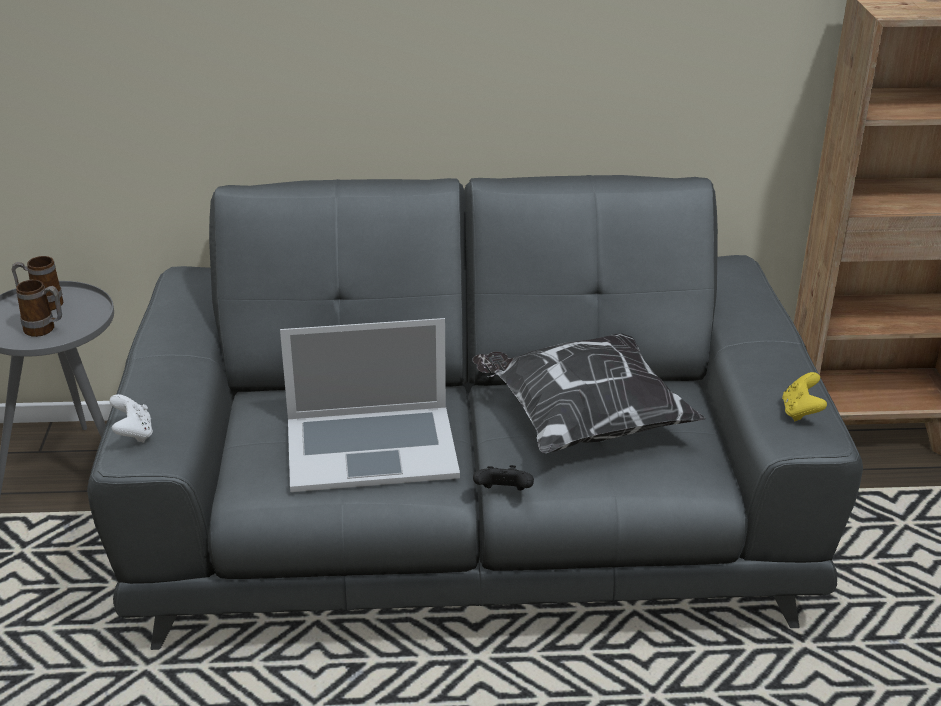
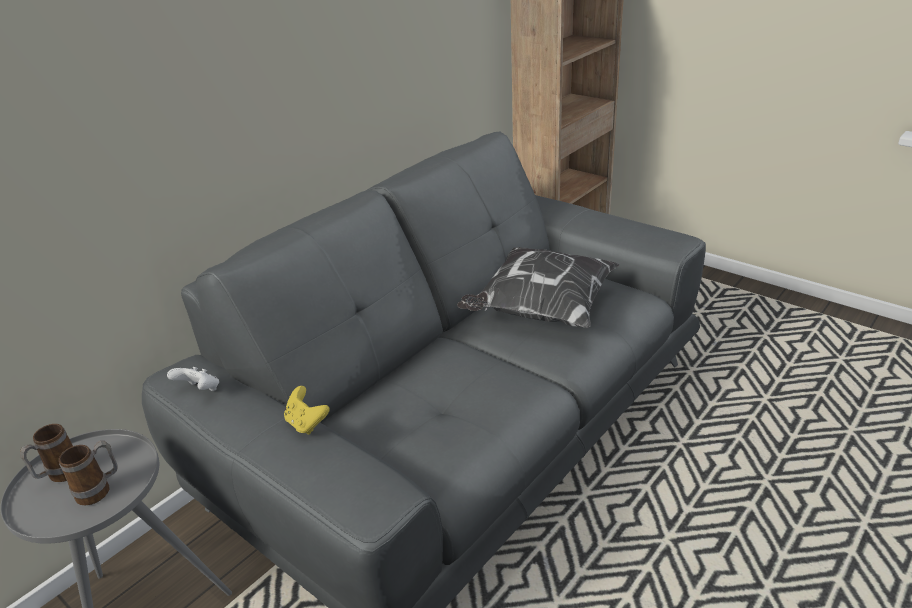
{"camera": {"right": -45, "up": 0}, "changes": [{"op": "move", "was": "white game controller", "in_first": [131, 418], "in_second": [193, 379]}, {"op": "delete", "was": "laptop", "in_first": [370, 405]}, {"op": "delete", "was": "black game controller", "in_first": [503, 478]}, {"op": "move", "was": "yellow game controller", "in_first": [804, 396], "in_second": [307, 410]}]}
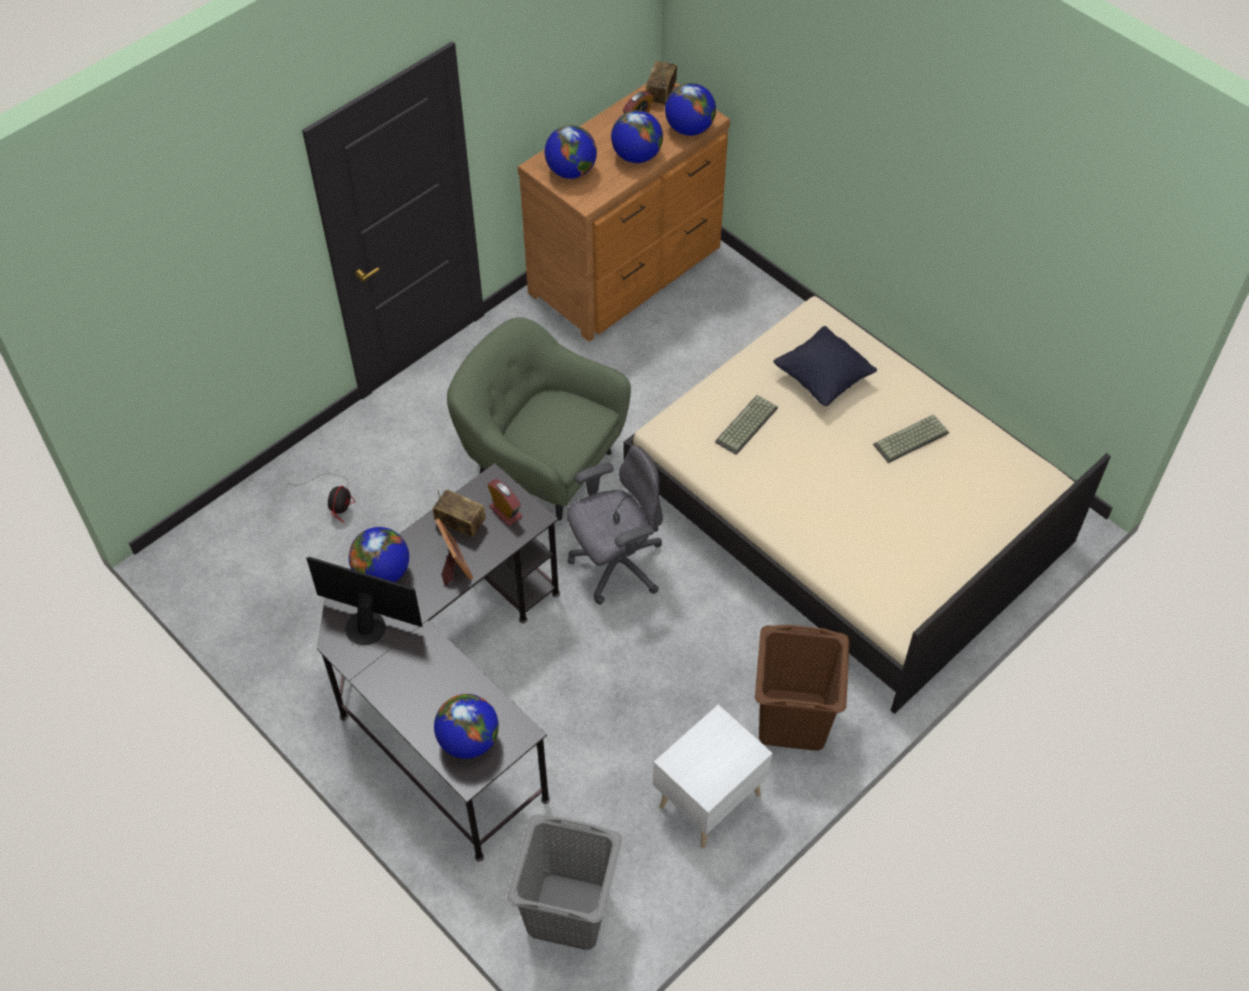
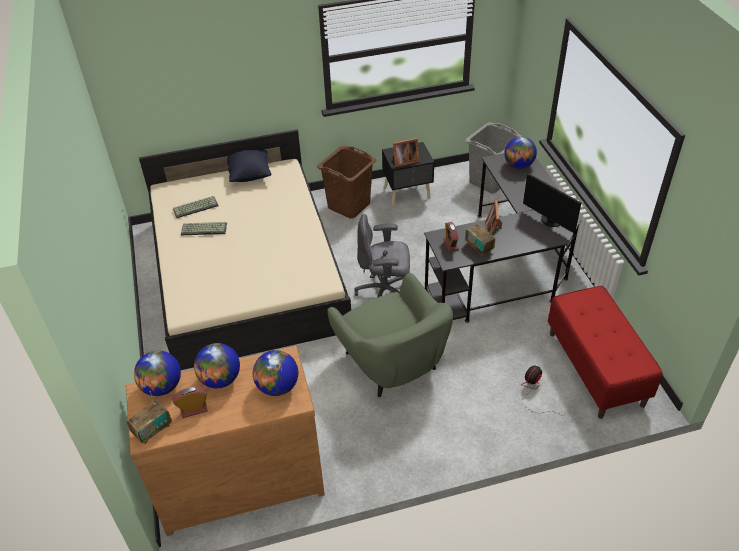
{"camera": {"right": -150, "up": -10}, "changes": [{"op": "delete", "was": "globe", "in_first": [379, 554]}, {"op": "recolor", "was": "white nightstand", "now": "black nightstand", "in_first": [713, 776], "in_second": [408, 174]}, {"op": "move", "was": "keyboard", "in_first": [746, 425], "in_second": [196, 207]}, {"op": "move", "was": "black pillow", "in_first": [825, 366], "in_second": [249, 166]}, {"op": "insert", "now": "picture frame", "in_second": [406, 152]}, {"op": "insert", "now": "red bench", "in_second": [605, 352]}]}
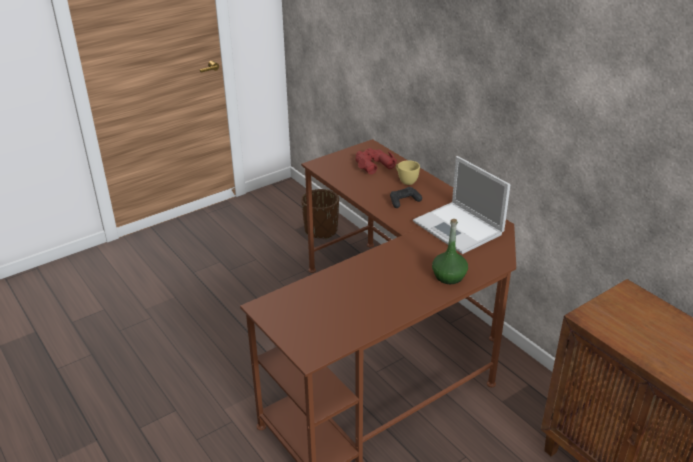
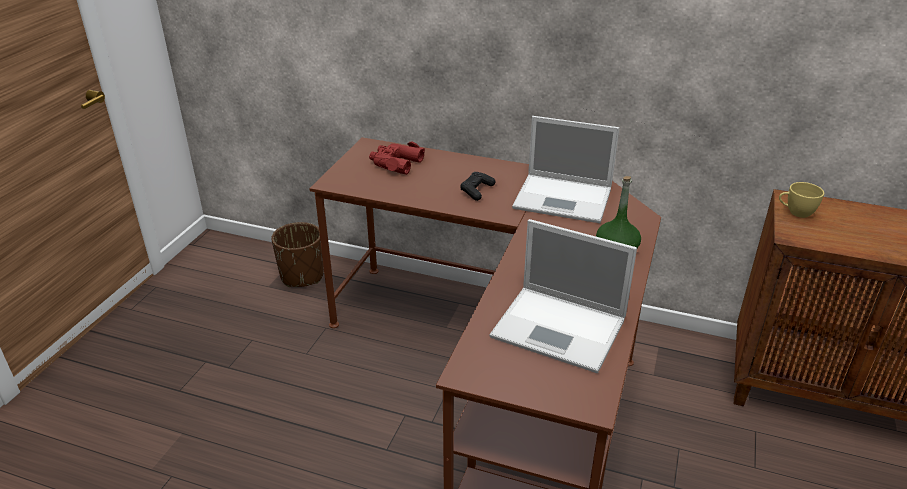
{"camera": {"right": -35, "up": 0}, "changes": [{"op": "move", "was": "yellow cup", "in_first": [408, 172], "in_second": [801, 200]}, {"op": "insert", "now": "laptop", "in_second": [563, 296]}]}
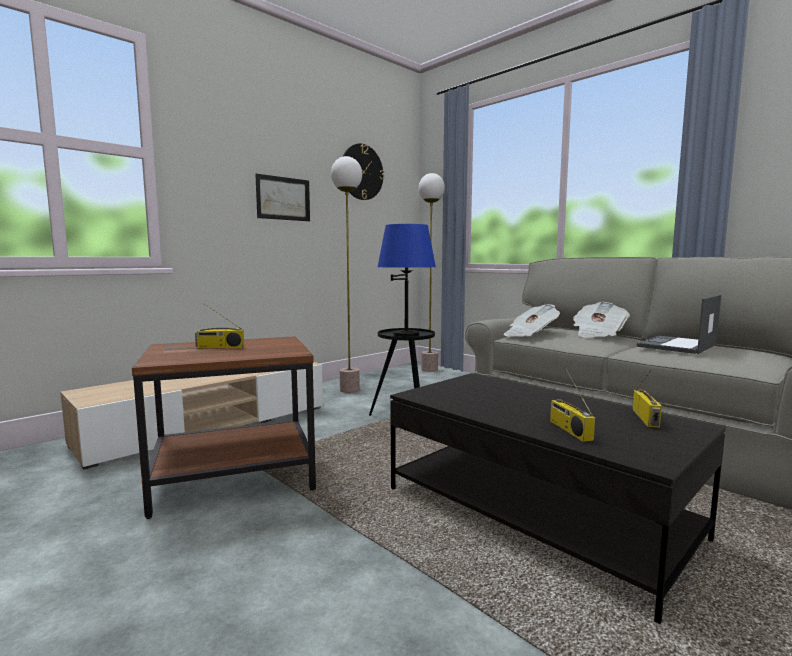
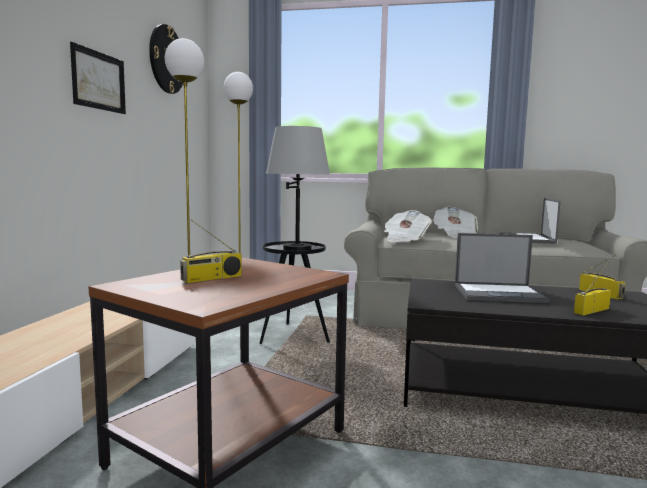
{"camera": {"right": -35, "up": 0}, "changes": [{"op": "recolor", "was": "blue table lamp", "now": "grey table lamp", "in_first": [407, 280], "in_second": [298, 188]}, {"op": "rotate", "was": "radio", "in_first": [572, 405], "in_second": [592, 288], "clockwise": 105}, {"op": "insert", "now": "laptop", "in_second": [502, 268]}]}
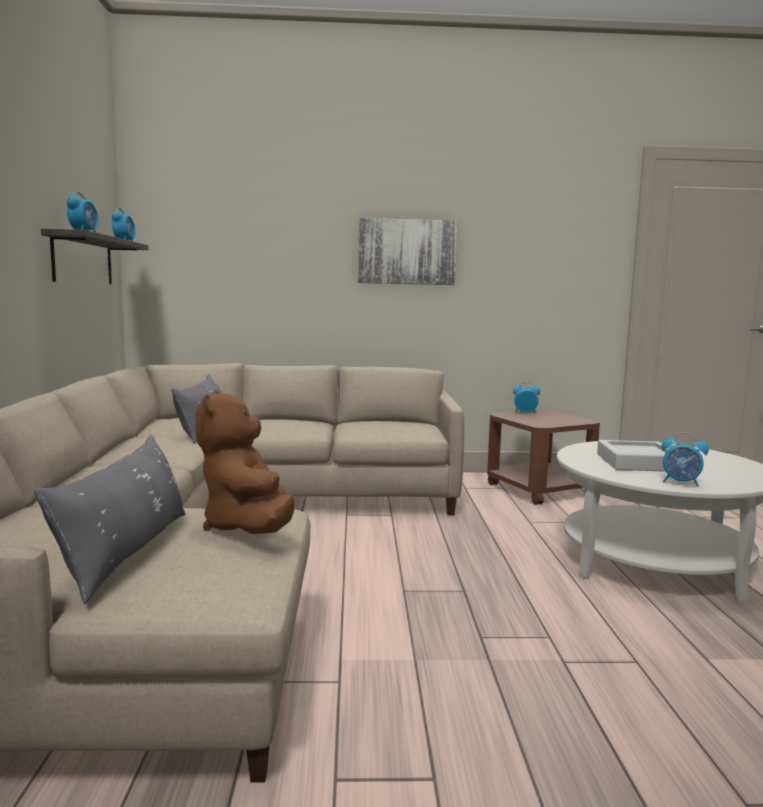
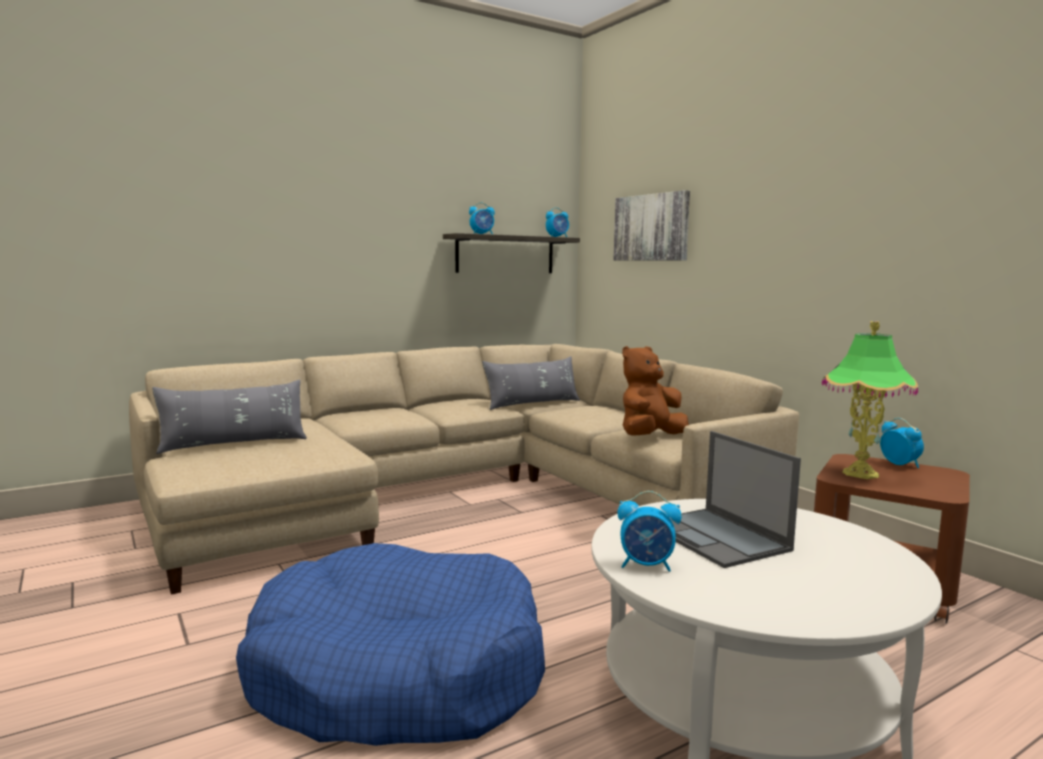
{"camera": {"right": 60, "up": 0}, "changes": [{"op": "move", "was": "brown plush toy", "in_first": [245, 462], "in_second": [655, 391]}, {"op": "move", "was": "picture", "in_first": [408, 251], "in_second": [651, 225]}, {"op": "replace", "was": "grey tray", "now": "laptop", "in_first": [633, 456], "in_second": [736, 499]}, {"op": "rotate", "was": "alarm clock", "in_first": [685, 459], "in_second": [649, 531], "clockwise": -75}, {"op": "insert", "now": "blue dog bed", "in_second": [390, 644]}, {"op": "insert", "now": "table lamp", "in_second": [870, 400]}]}
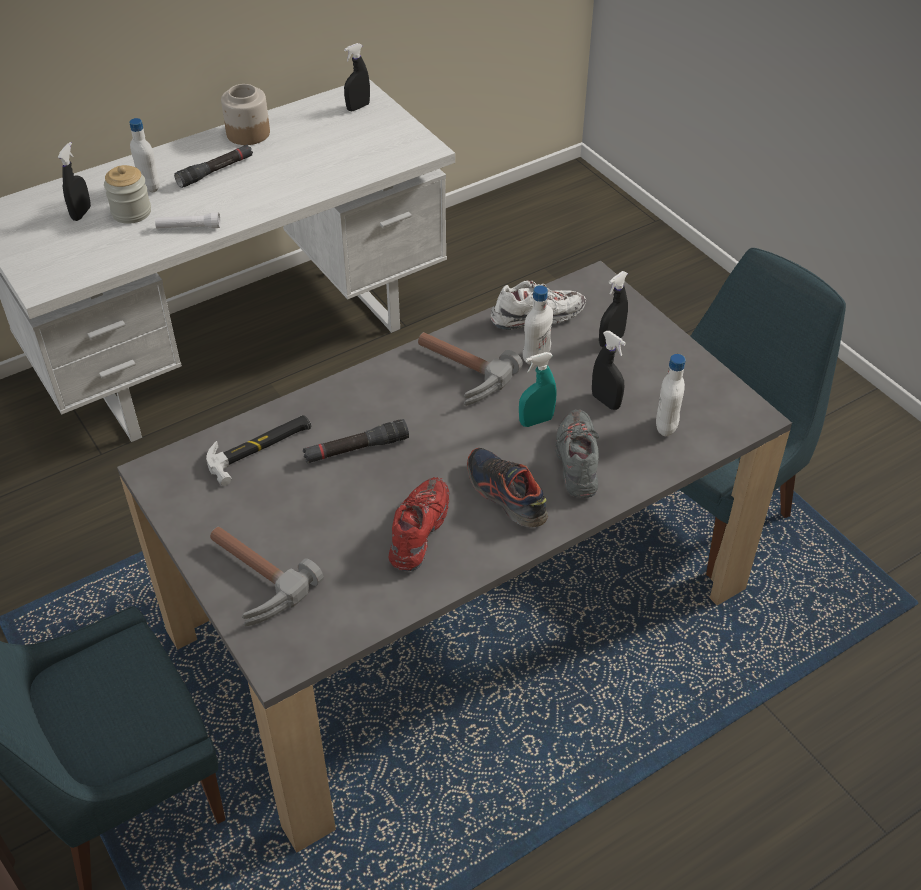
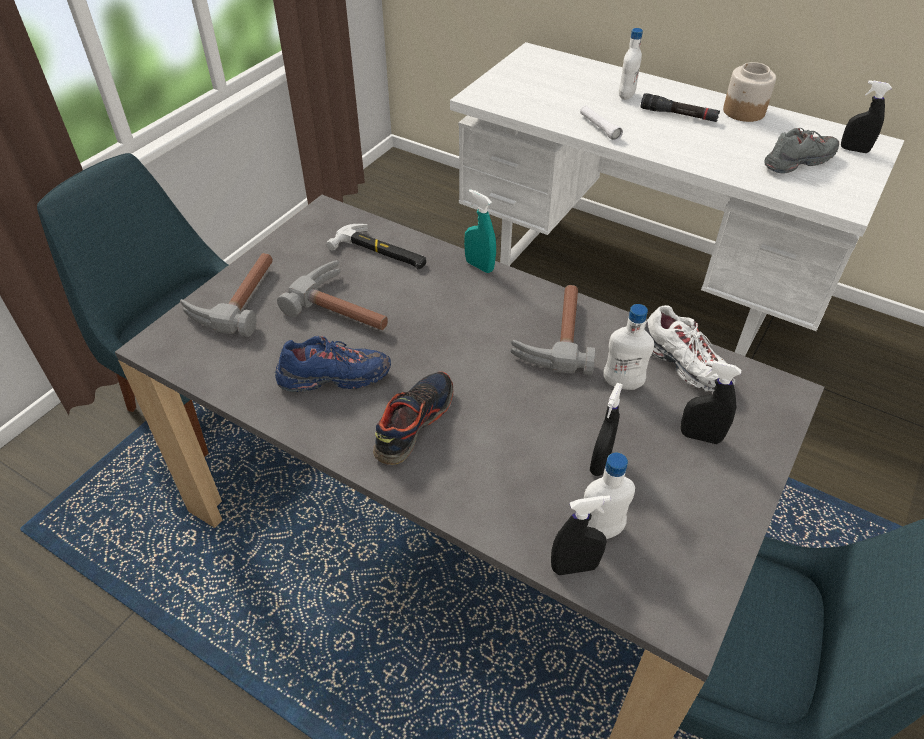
{"camera": {"right": 65, "up": 0}, "changes": [{"op": "move", "was": "black spray bottle", "in_first": [74, 181], "in_second": [581, 535]}, {"op": "delete", "was": "jar", "in_first": [127, 194]}, {"op": "delete", "was": "black flashlight", "in_first": [356, 441]}, {"op": "recolor", "was": "red shoe", "now": "blue shoe", "in_first": [419, 524], "in_second": [333, 364]}, {"op": "move", "was": "turquoise spray bottle", "in_first": [538, 389], "in_second": [480, 231]}, {"op": "move", "was": "grey shoe", "in_first": [577, 453], "in_second": [802, 151]}, {"op": "insert", "now": "hammer", "in_second": [332, 295]}]}
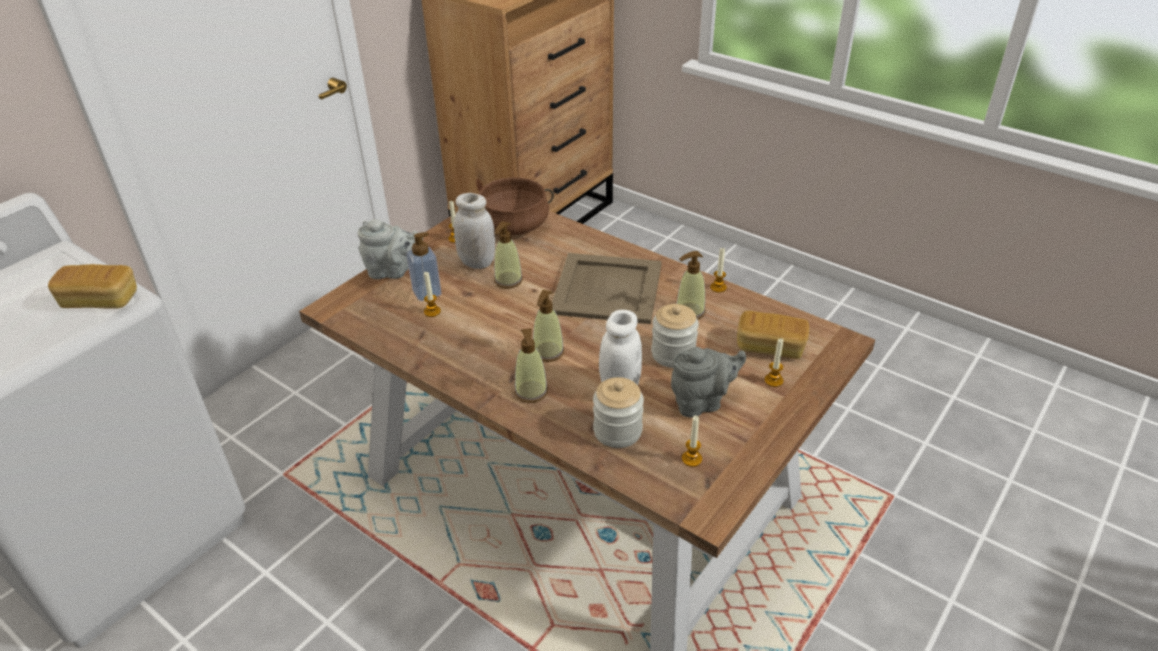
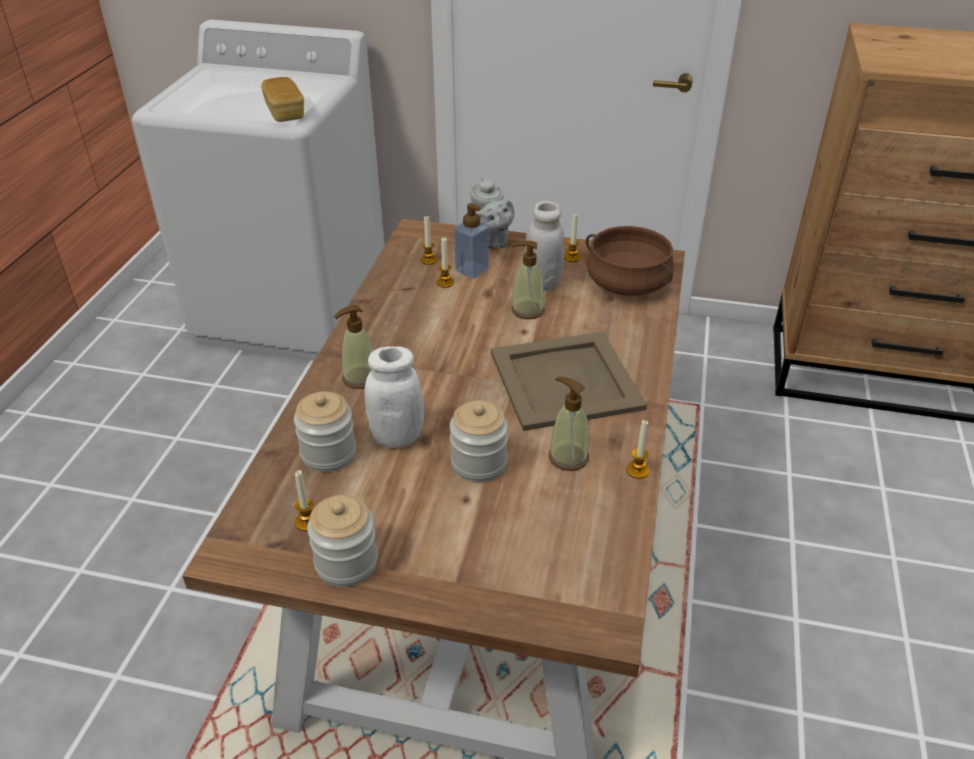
{"camera": {"right": 65, "up": 0}, "changes": [{"op": "delete", "was": "soap dispenser", "in_first": [548, 326]}, {"op": "delete", "was": "grey teapot", "in_first": [708, 382]}, {"op": "delete", "was": "bread", "in_first": [773, 335]}, {"op": "move", "was": "candle", "in_first": [773, 362], "in_second": [428, 240]}, {"op": "insert", "now": "jar", "in_second": [342, 541]}]}
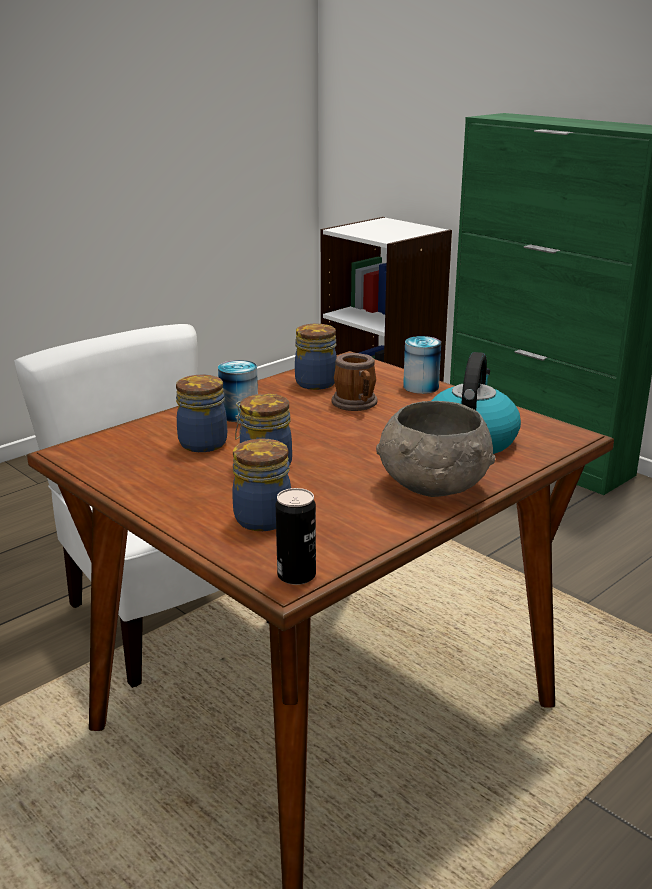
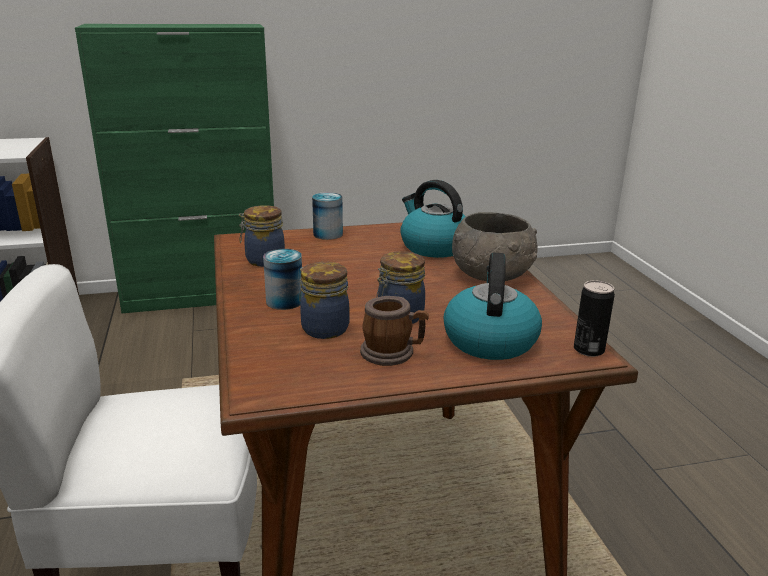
{"camera": {"right": -60, "up": 0}, "changes": [{"op": "replace", "was": "jar", "now": "kettle", "in_first": [261, 484], "in_second": [493, 306]}, {"op": "move", "was": "mug", "in_first": [354, 382], "in_second": [394, 331]}]}
